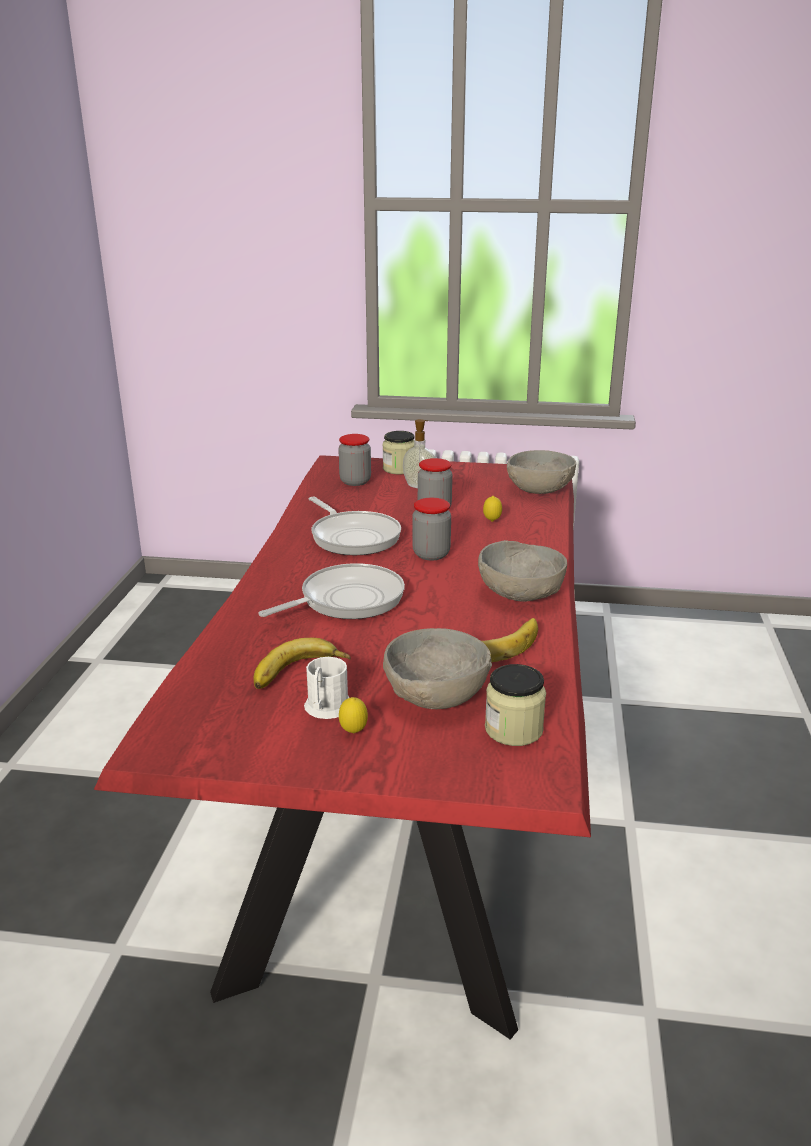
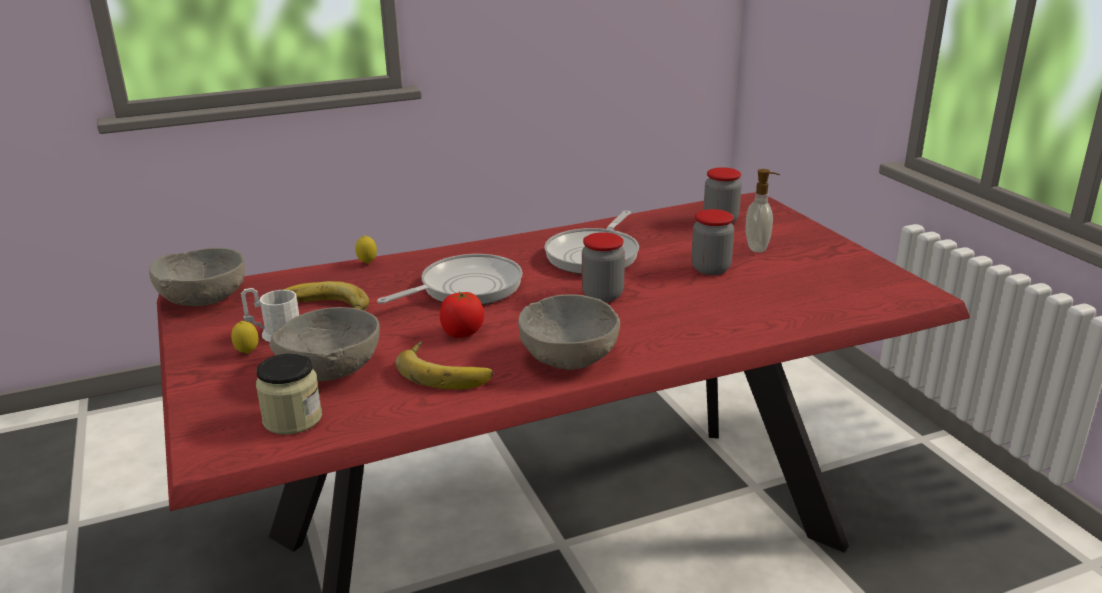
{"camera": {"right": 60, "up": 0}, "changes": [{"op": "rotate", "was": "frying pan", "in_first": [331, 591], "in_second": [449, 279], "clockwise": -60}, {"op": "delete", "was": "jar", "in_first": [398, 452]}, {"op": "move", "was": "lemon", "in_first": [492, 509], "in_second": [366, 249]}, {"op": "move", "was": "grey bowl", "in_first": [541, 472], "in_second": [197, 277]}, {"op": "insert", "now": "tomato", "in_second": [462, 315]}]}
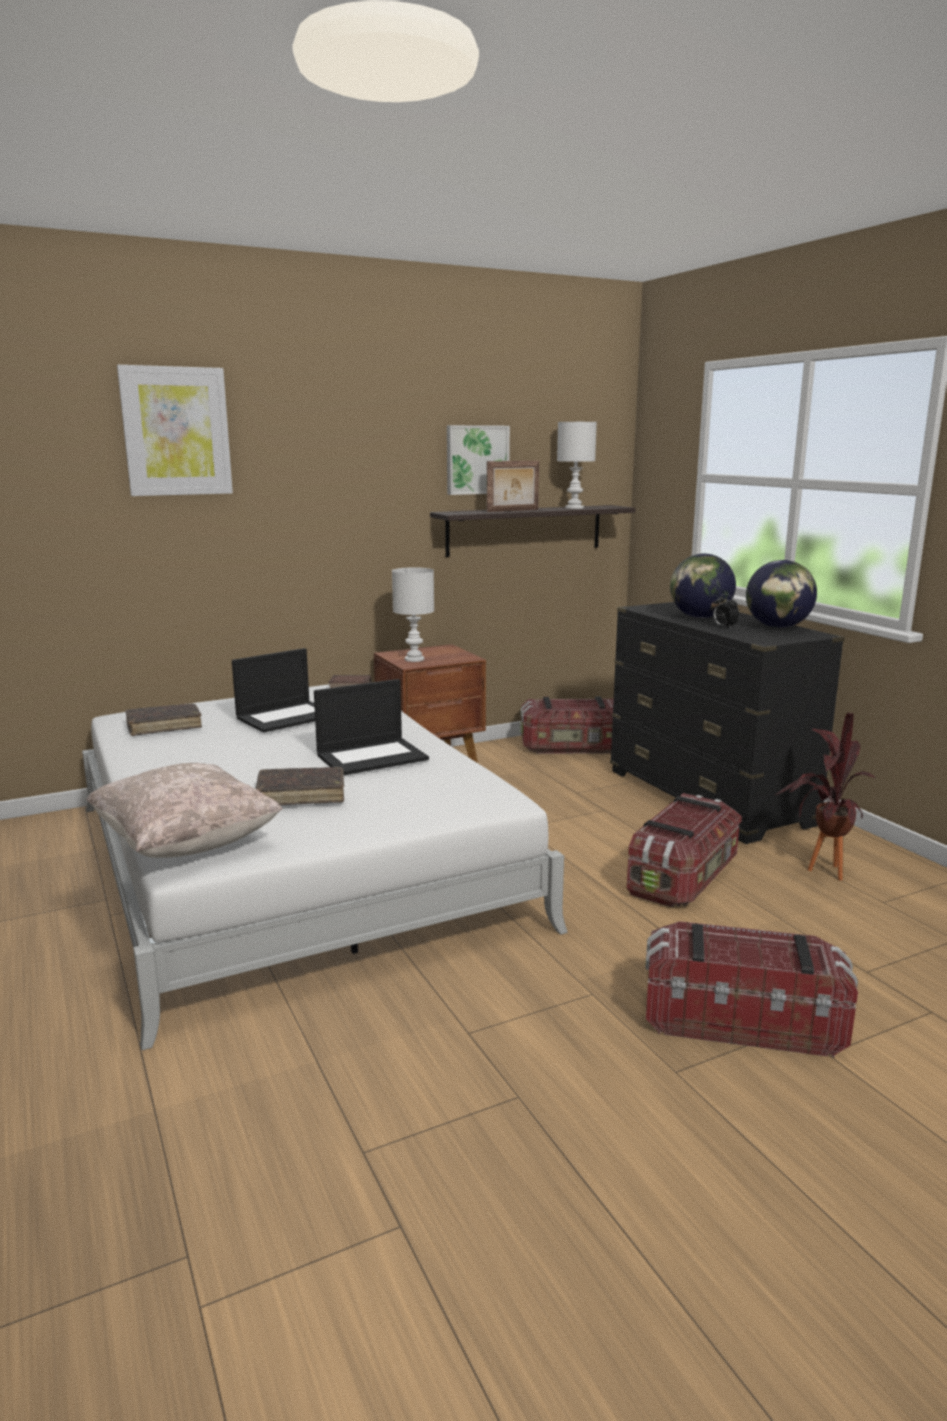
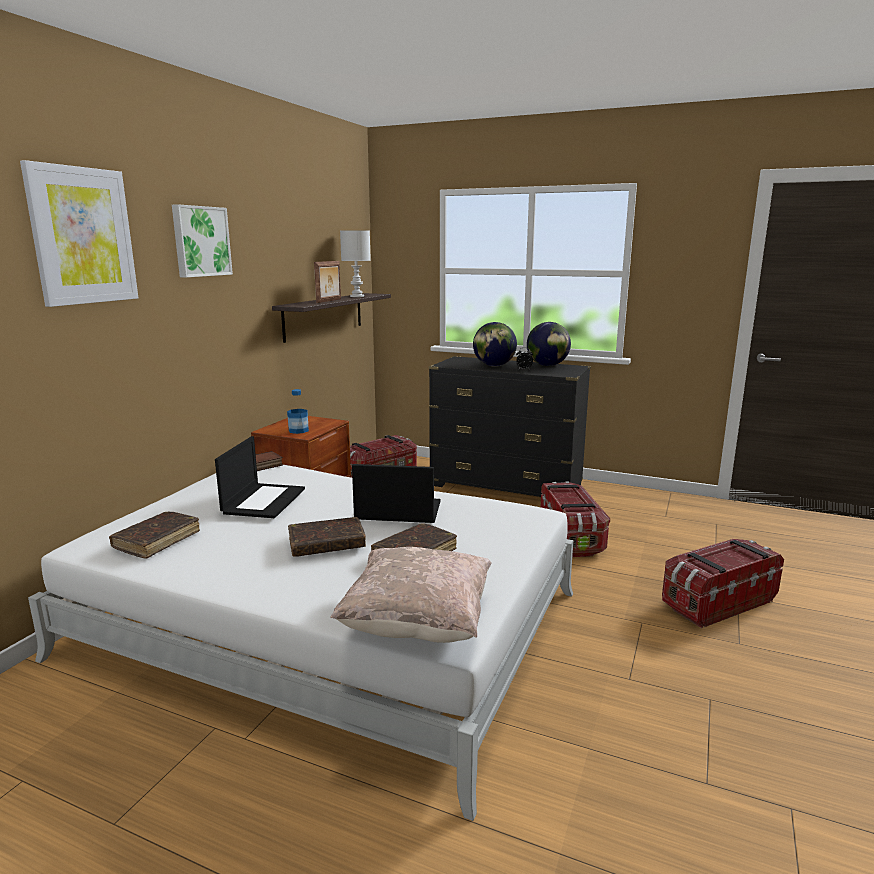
{"camera": {"right": -40, "up": 0}, "changes": [{"op": "rotate", "was": "laptop", "in_first": [371, 727], "in_second": [396, 493], "clockwise": -105}, {"op": "replace", "was": "white table lamp", "now": "bottle", "in_first": [413, 614], "in_second": [298, 411]}, {"op": "move", "was": "picture", "in_first": [478, 460], "in_second": [202, 241]}, {"op": "delete", "was": "potted plant", "in_first": [825, 797]}, {"op": "insert", "now": "brown book", "in_second": [327, 537]}]}
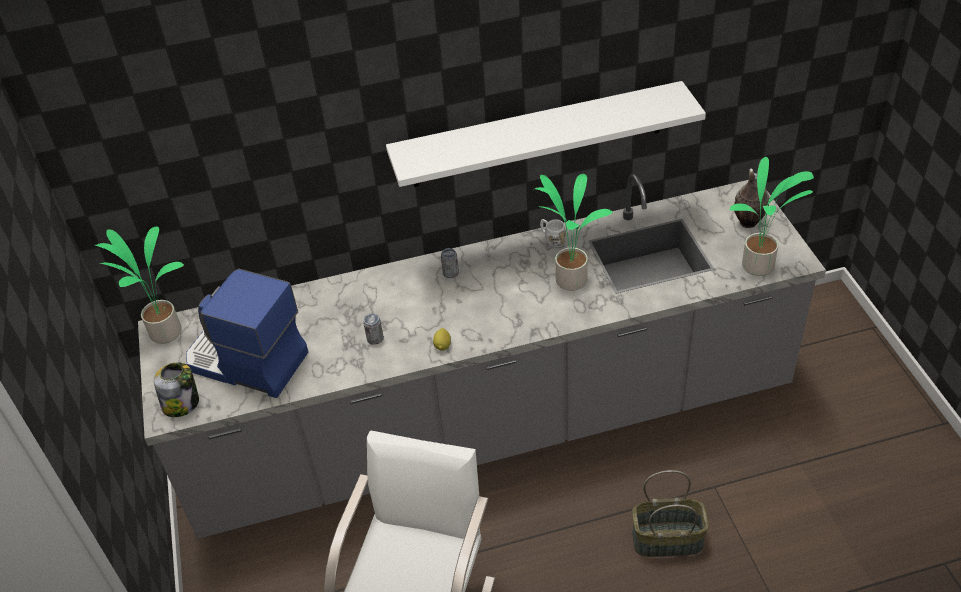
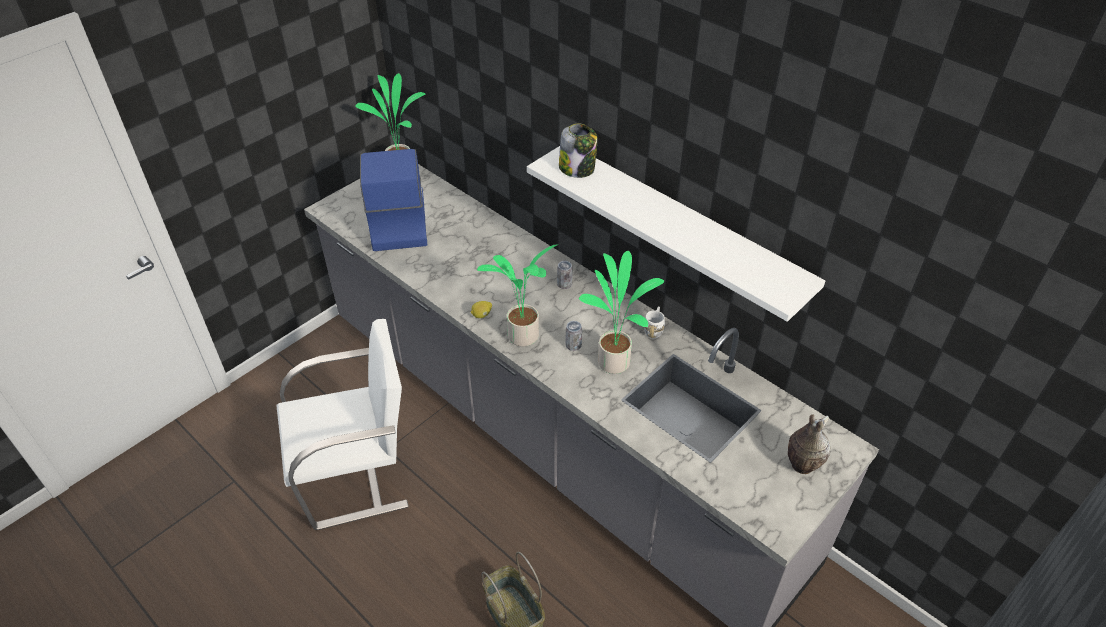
{"camera": {"right": 55, "up": 0}, "changes": [{"op": "move", "was": "jar", "in_first": [176, 389], "in_second": [578, 151]}, {"op": "move", "was": "can", "in_first": [373, 329], "in_second": [574, 336]}, {"op": "move", "was": "potted plant", "in_first": [771, 216], "in_second": [517, 296]}]}
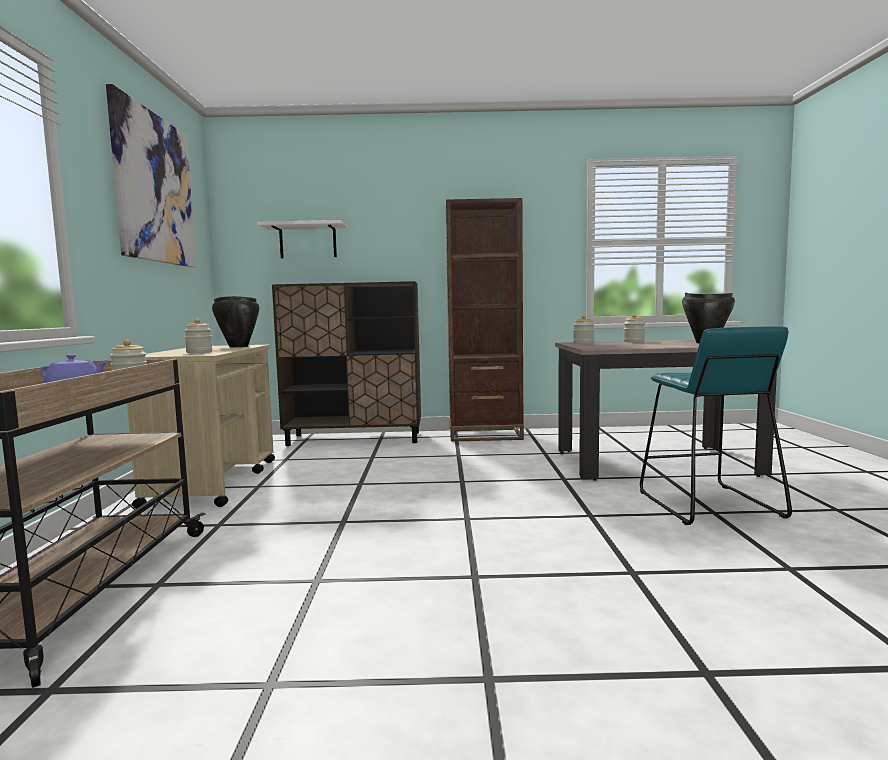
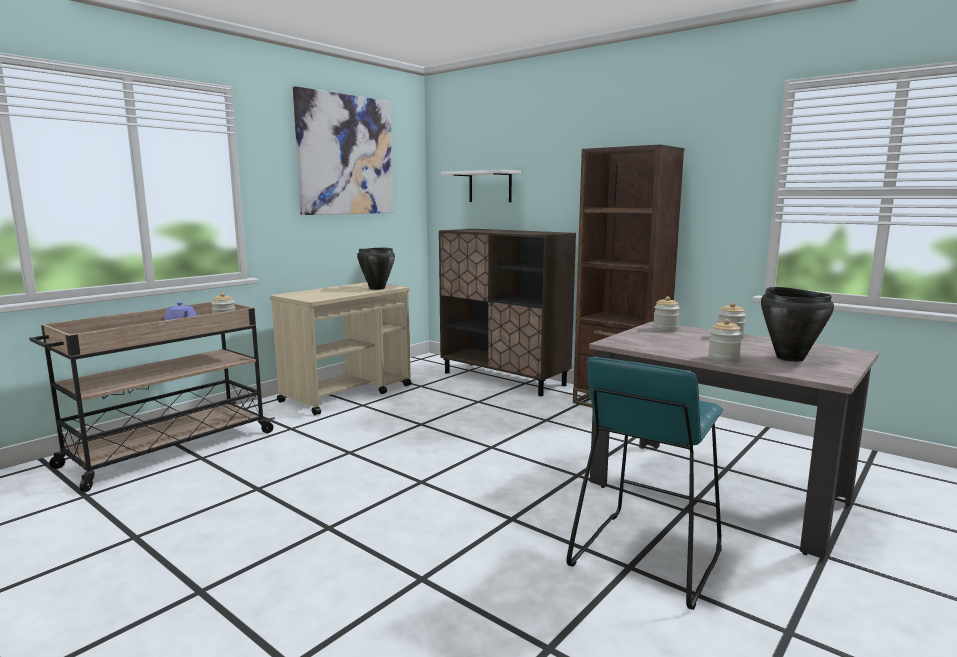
{"camera": {"right": 40, "up": 5}, "changes": [{"op": "move", "was": "jar", "in_first": [198, 336], "in_second": [725, 340]}]}
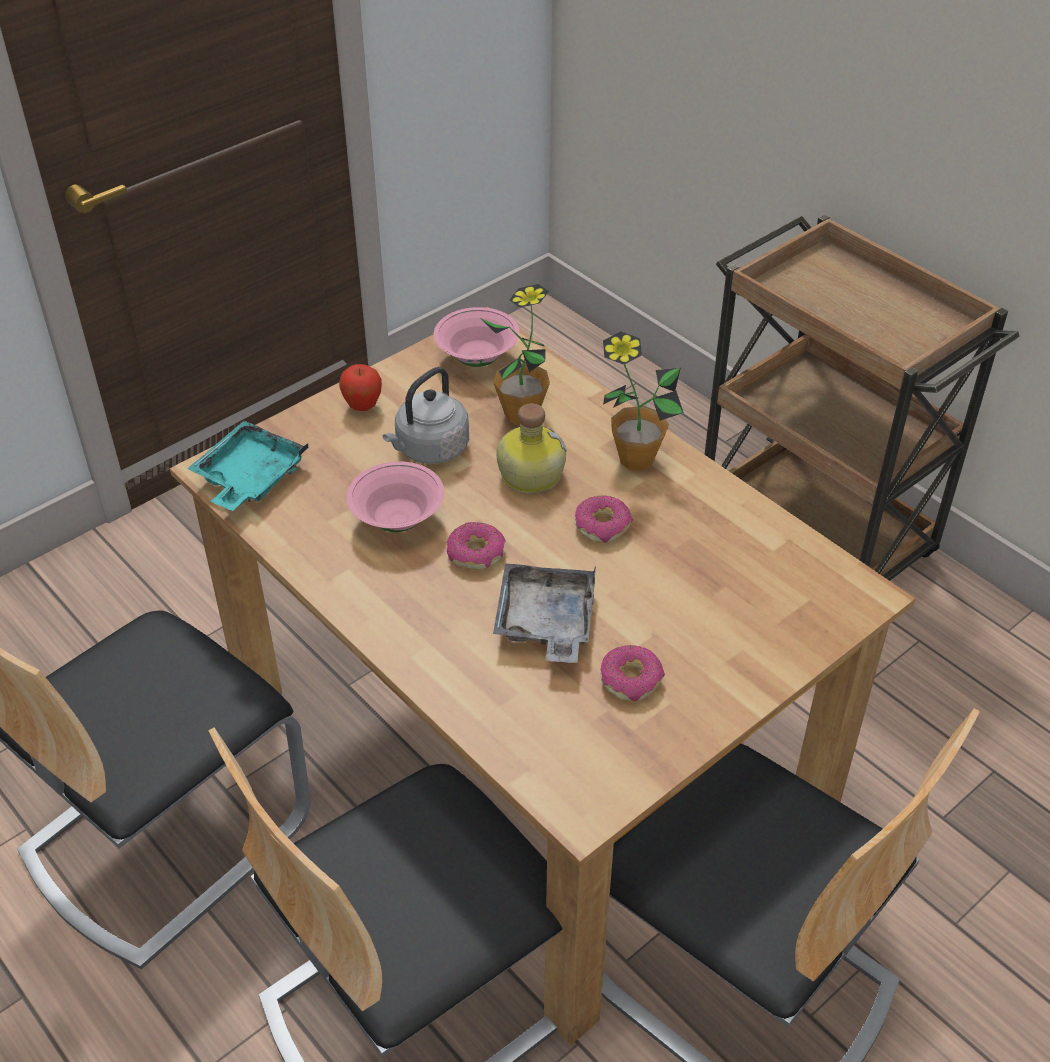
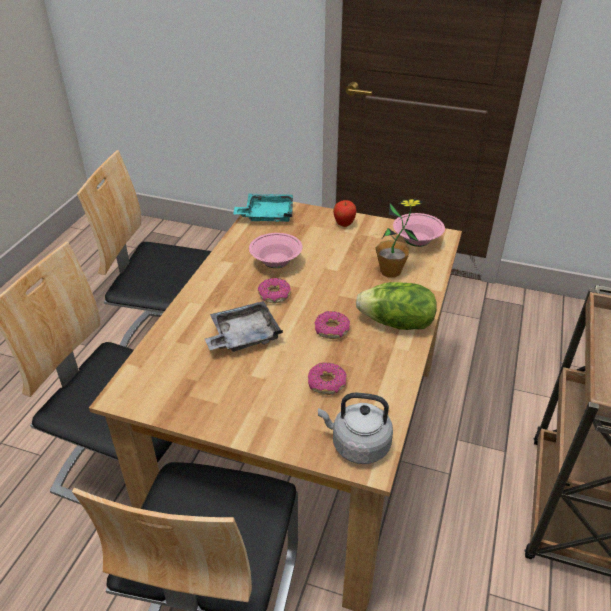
{"camera": {"right": 60, "up": -5}, "changes": [{"op": "move", "was": "grey kettle", "in_first": [426, 415], "in_second": [355, 428]}, {"op": "delete", "was": "bottle", "in_first": [531, 448]}, {"op": "move", "was": "donut", "in_first": [632, 673], "in_second": [327, 379]}, {"op": "replace", "was": "potted plant", "now": "lettuce", "in_first": [643, 401], "in_second": [396, 306]}]}
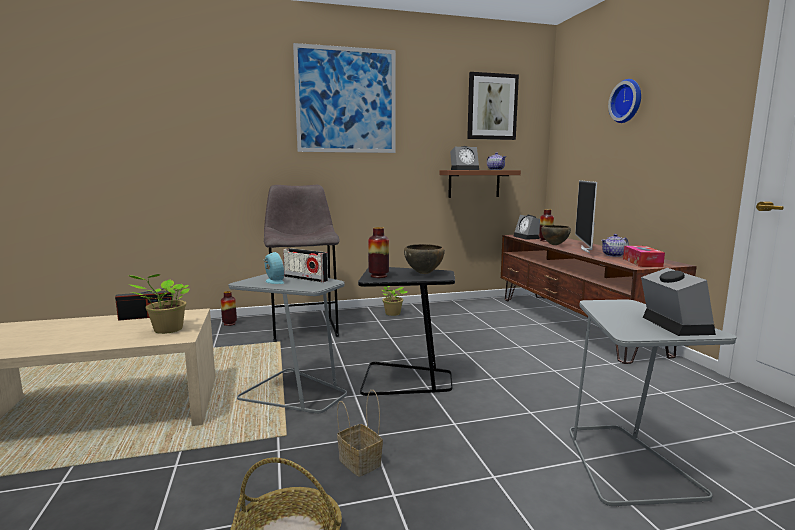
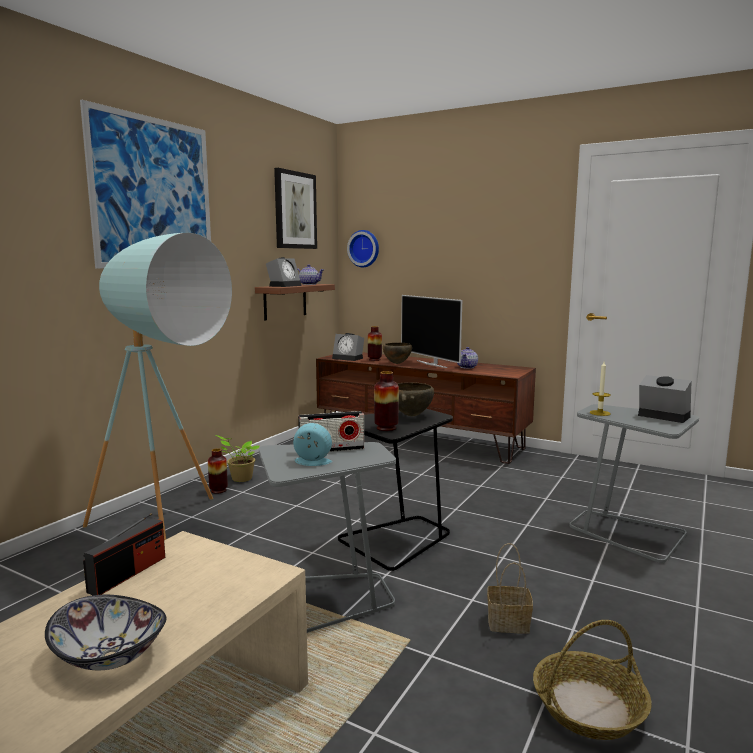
{"camera": {"right": -45, "up": 0}, "changes": [{"op": "delete", "was": "potted plant", "in_first": [159, 304]}, {"op": "move", "was": "vase", "in_first": [229, 308], "in_second": [218, 471]}, {"op": "replace", "was": "grey stool", "now": "turquoise floor lamp", "in_first": [302, 263], "in_second": [157, 386]}, {"op": "move", "was": "wall clock", "in_first": [624, 101], "in_second": [363, 249]}, {"op": "delete", "was": "tissue box", "in_first": [644, 256]}, {"op": "insert", "now": "bowl", "in_second": [105, 632]}, {"op": "insert", "now": "candle", "in_second": [600, 389]}]}
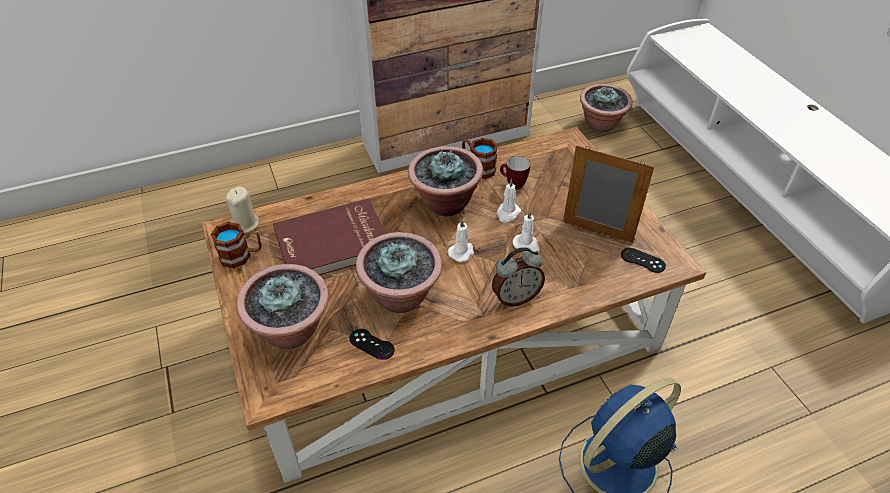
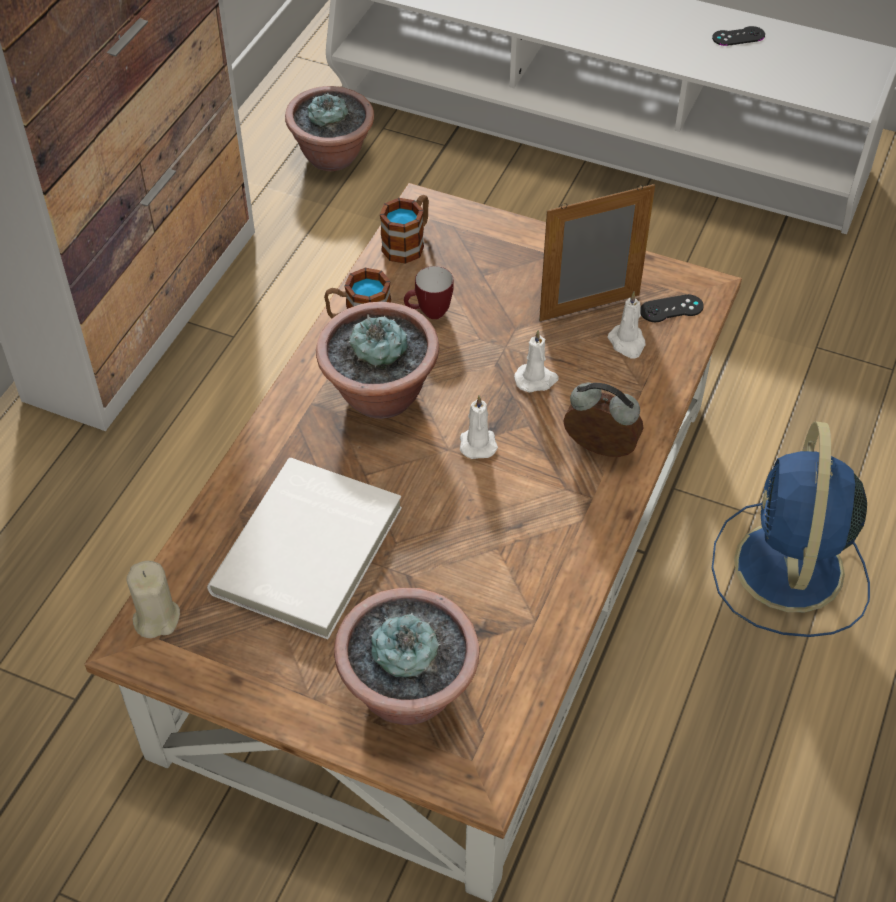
{"camera": {"right": -45, "up": 5}, "changes": [{"op": "move", "was": "mug", "in_first": [236, 245], "in_second": [404, 229]}, {"op": "recolor", "was": "red book", "now": "white book", "in_first": [329, 236], "in_second": [304, 548]}, {"op": "move", "was": "black game controller", "in_first": [372, 344], "in_second": [738, 36]}, {"op": "delete", "was": "potted plant", "in_first": [399, 272]}, {"op": "rotate", "was": "alarm clock", "in_first": [518, 277], "in_second": [603, 419], "clockwise": -90}, {"op": "move", "was": "white candle", "in_first": [509, 200], "in_second": [626, 325]}]}
